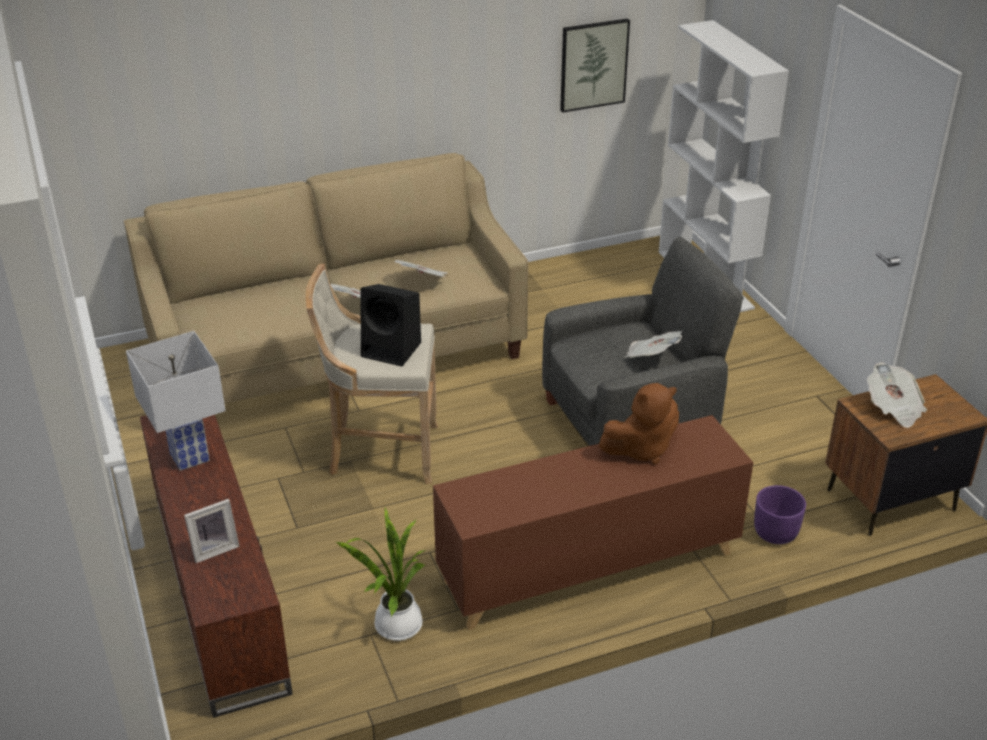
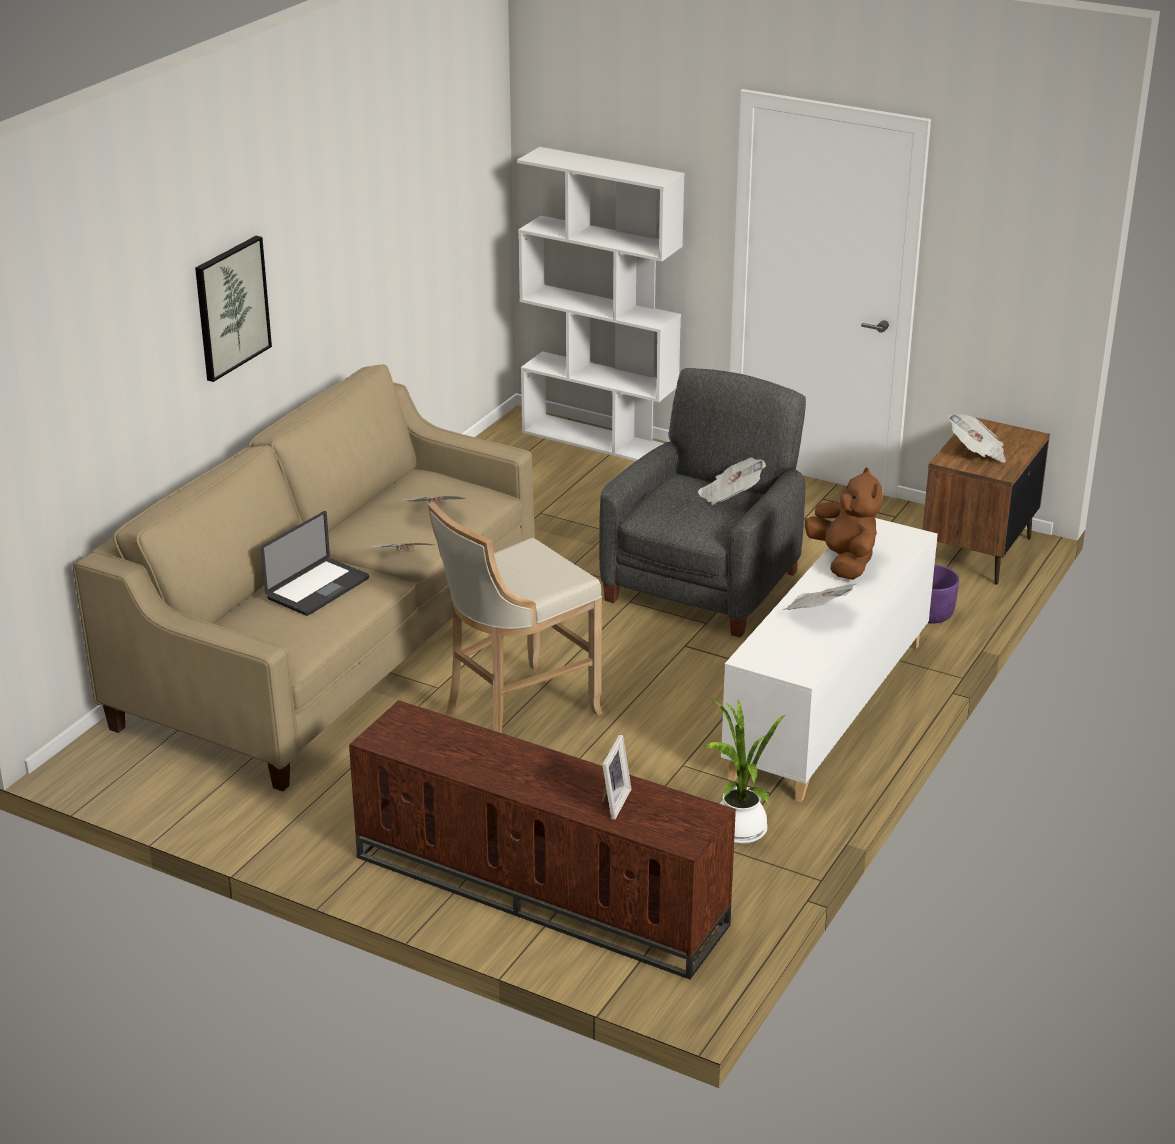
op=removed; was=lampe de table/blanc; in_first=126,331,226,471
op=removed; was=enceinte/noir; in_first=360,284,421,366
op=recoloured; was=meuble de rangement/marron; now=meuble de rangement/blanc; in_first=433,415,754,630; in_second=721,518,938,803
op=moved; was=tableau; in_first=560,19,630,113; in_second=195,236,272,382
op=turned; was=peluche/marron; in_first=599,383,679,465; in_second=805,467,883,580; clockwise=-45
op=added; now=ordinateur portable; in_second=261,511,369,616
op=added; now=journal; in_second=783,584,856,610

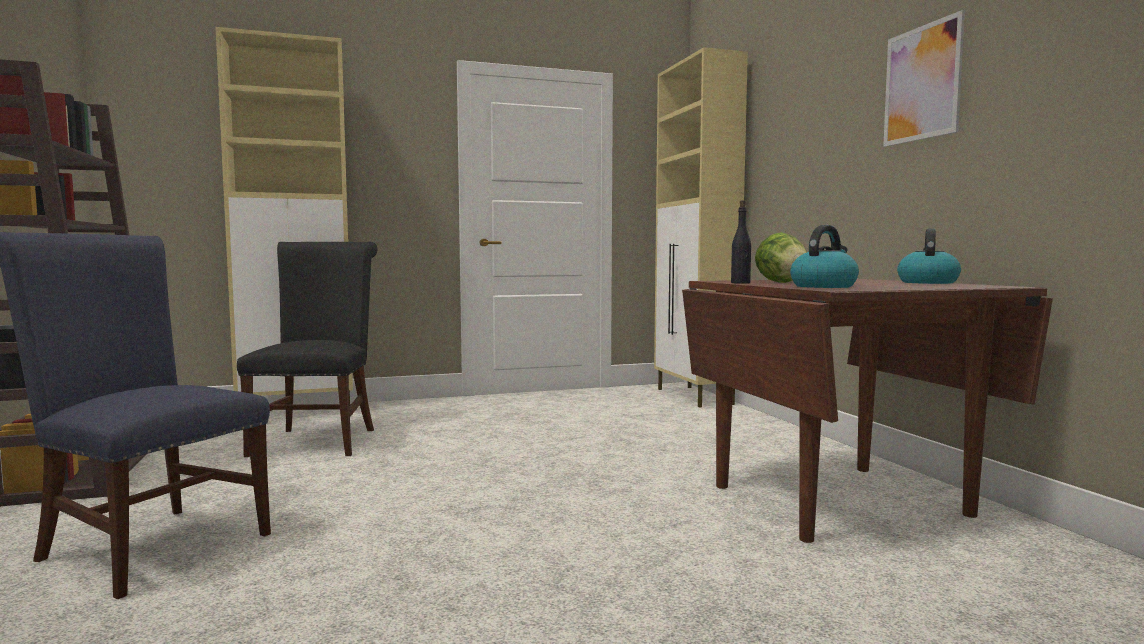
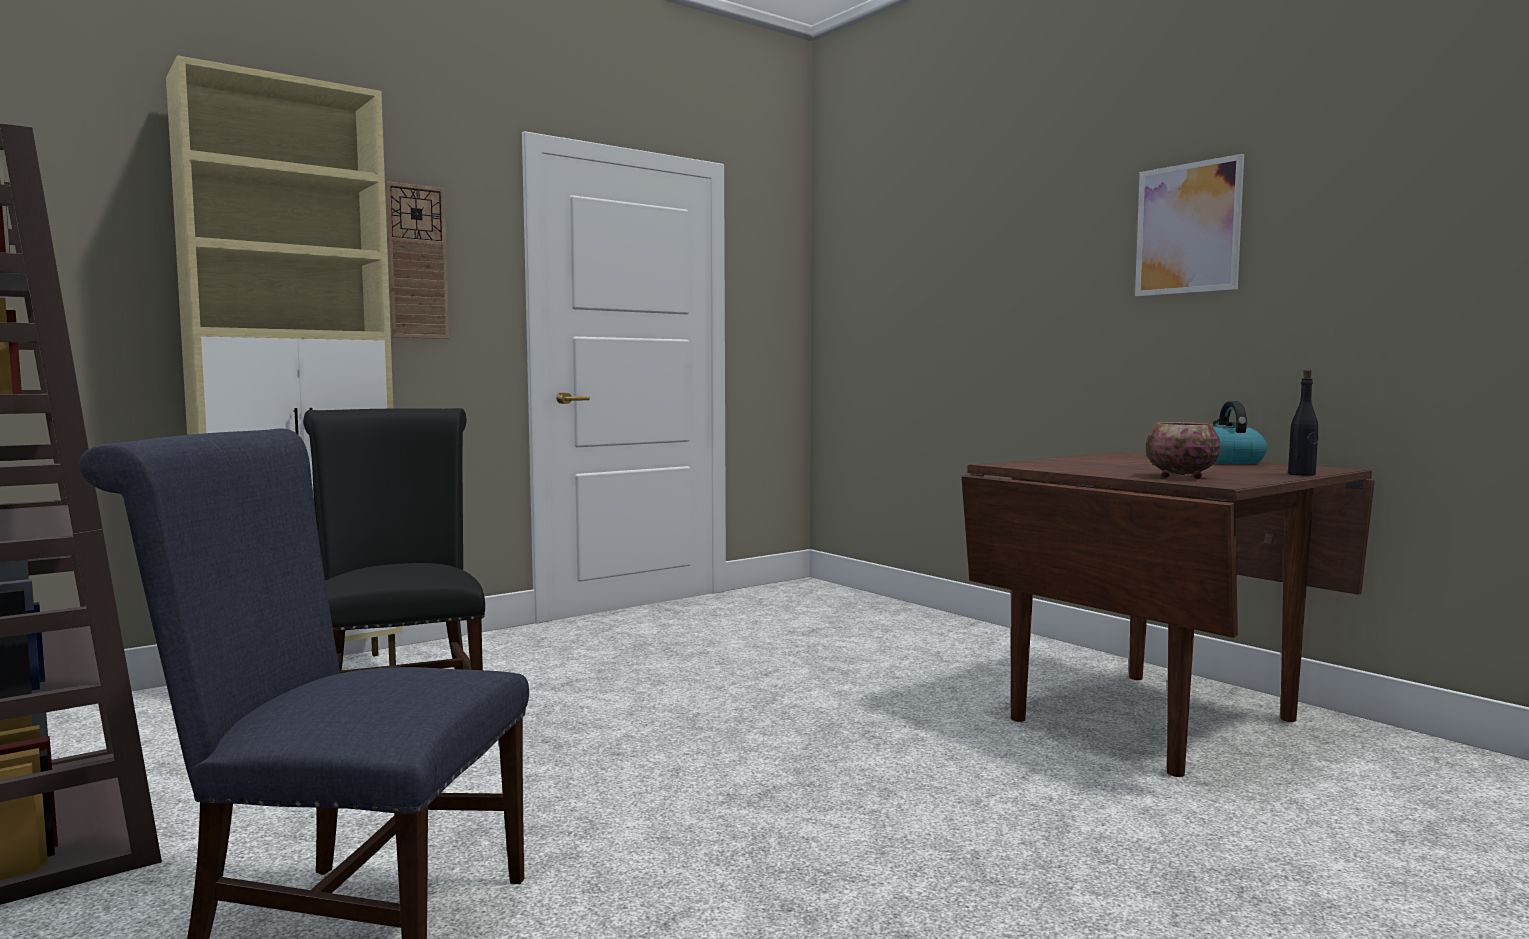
op=removed; was=meuble de rangement/beige; in_first=654,47,748,407
op=moved; was=bouteille/noir; in_first=731,200,751,284; in_second=1288,369,1318,476
op=removed; was=laitue; in_first=755,232,807,283
op=replaced; was=bouilloire; now=bol; in_first=790,225,859,288; in_second=1145,422,1221,479
op=added; now=horloge murale; in_second=386,181,449,339

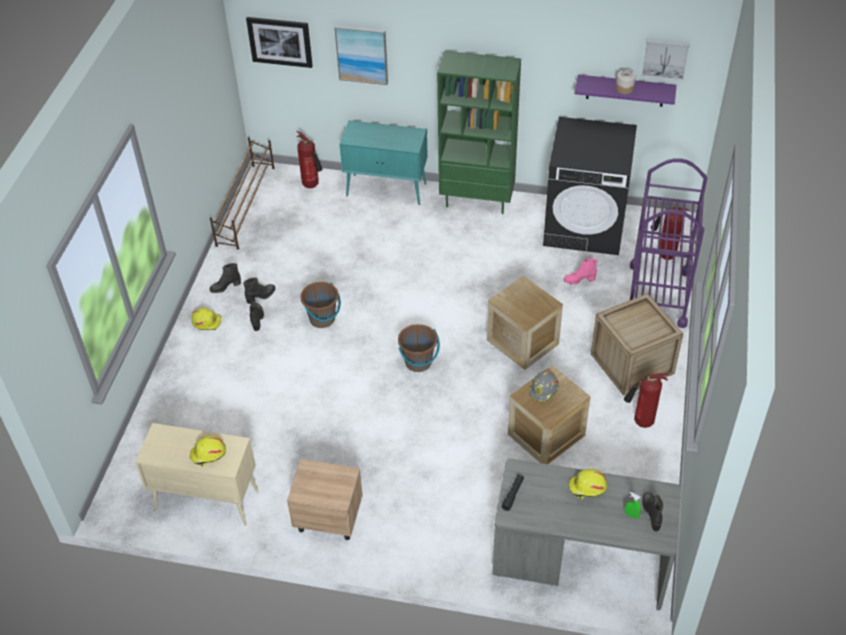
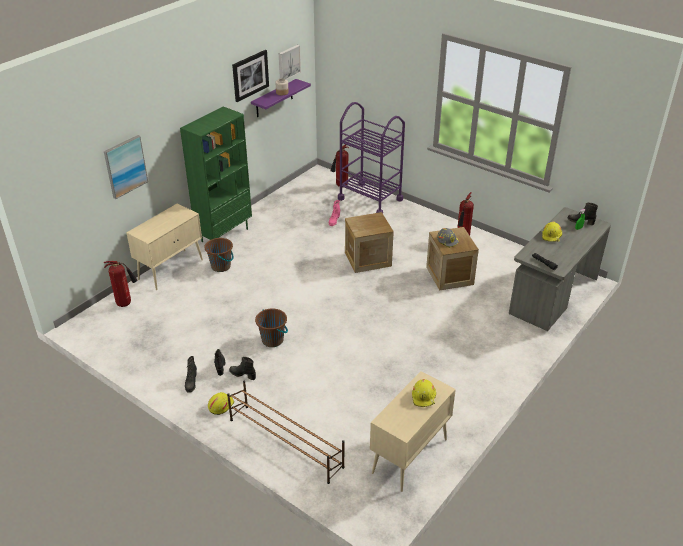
op=moved; was=étagère à chaussures/marron; in_first=210,138,275,250; in_second=227,380,345,484
op=moved; was=tableau; in_first=246,17,313,68; in_second=232,50,269,102
op=removed; was=table de chevet/beige; in_first=287,459,363,540
op=recoloured; was=meuble de rangement/turquoise; now=meuble de rangement/beige; in_first=339,120,428,205; in_second=126,203,203,290
op=moved; was=seau/marron; in_first=398,324,440,372; in_second=204,237,234,272
op=removed; was=lave-linge/noir; in_first=543,117,637,255
op=removed; was=caisse; in_first=591,293,683,396

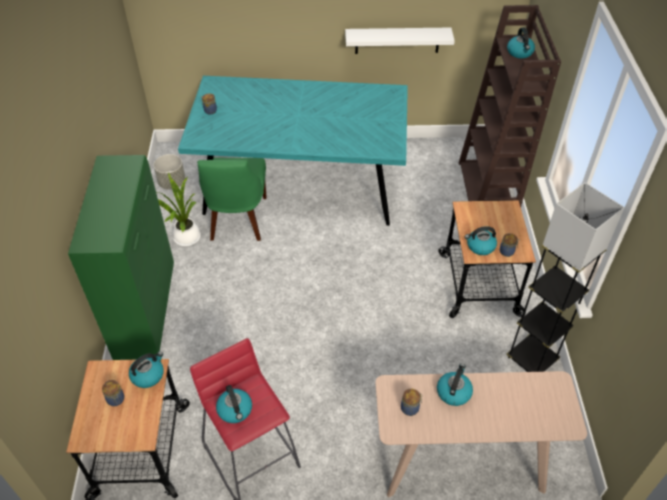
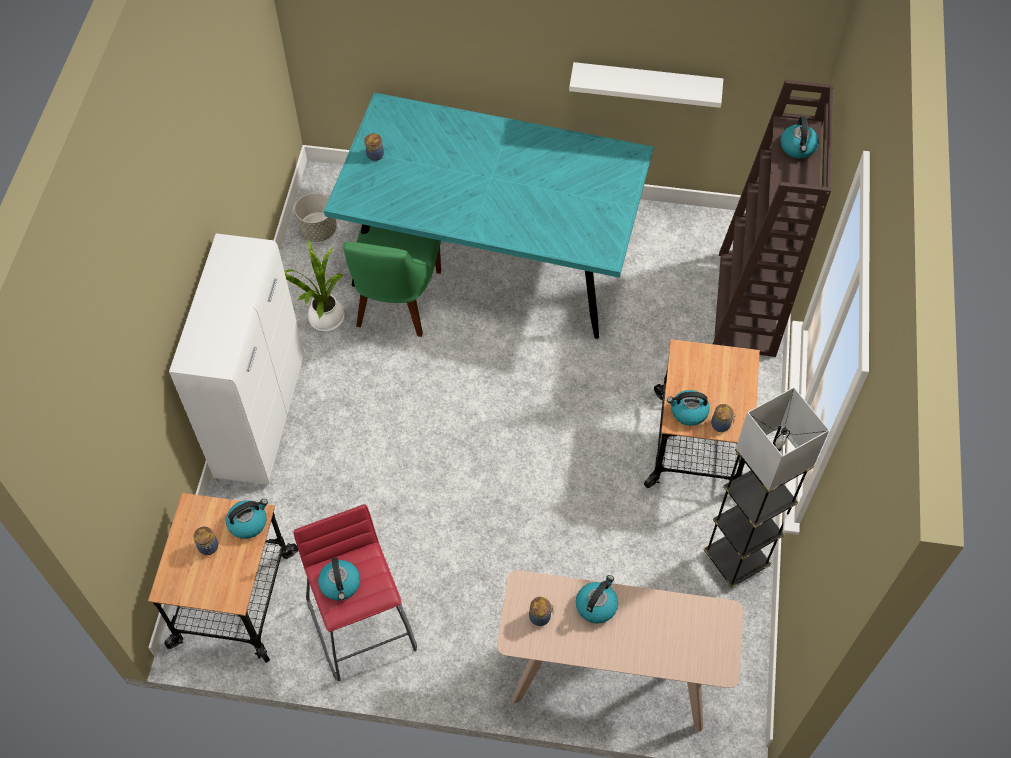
op=recoloured; was=meuble de rangement/vert; now=meuble de rangement/blanc; in_first=68,155,174,360; in_second=169,233,304,485

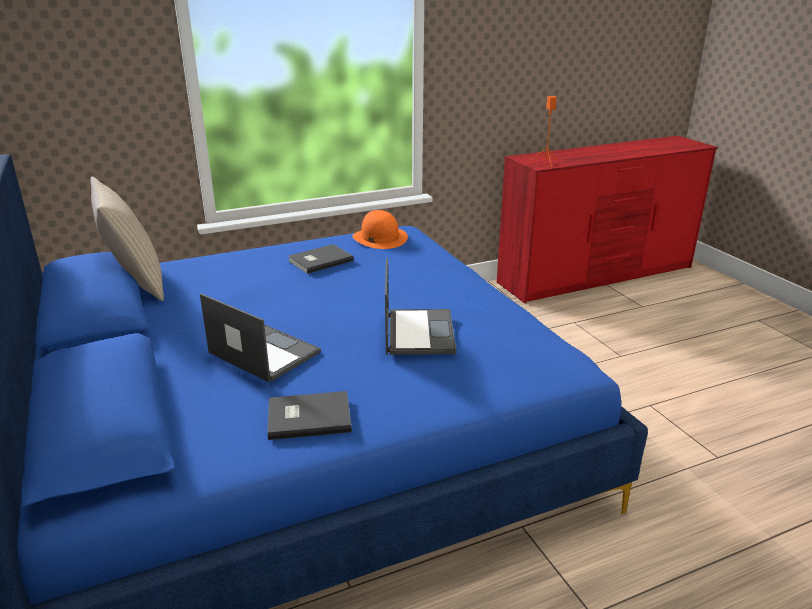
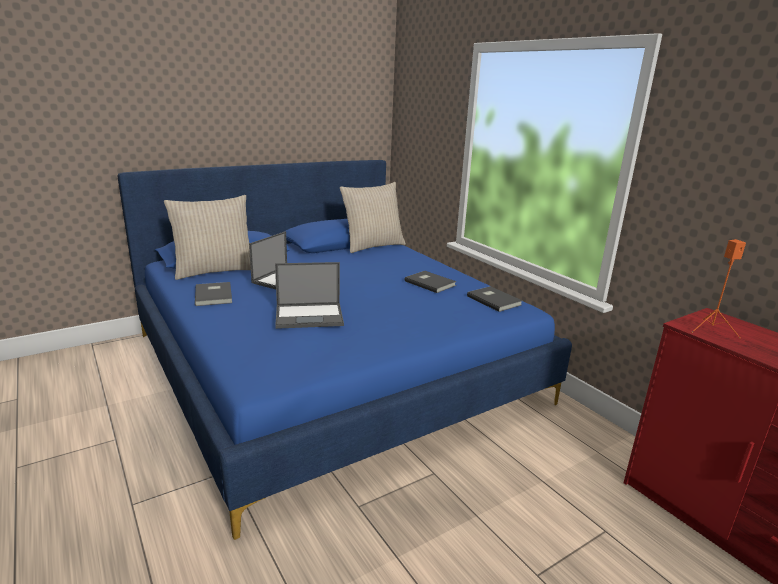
op=replaced; was=chapeau/orange; now=livre/gris; in_first=352,210,408,249; in_second=467,286,523,312
op=added; now=coussin/beige; in_second=164,195,251,280

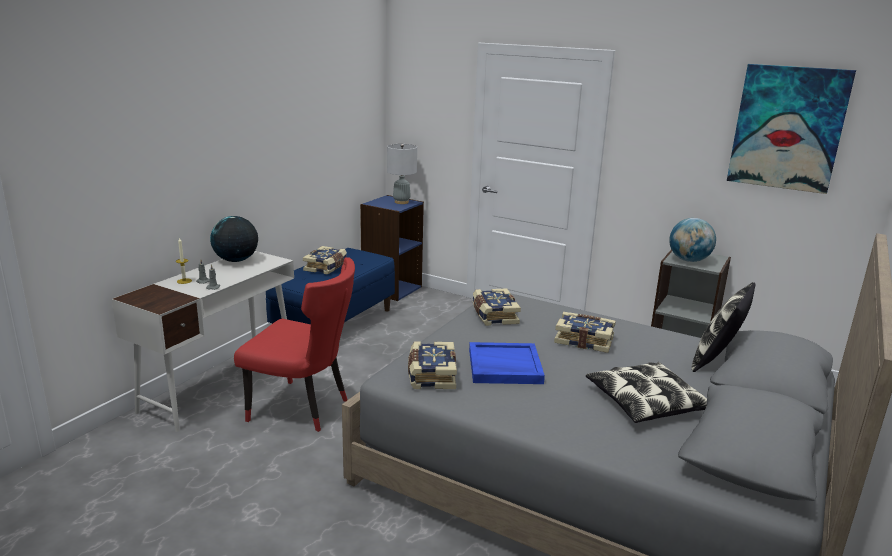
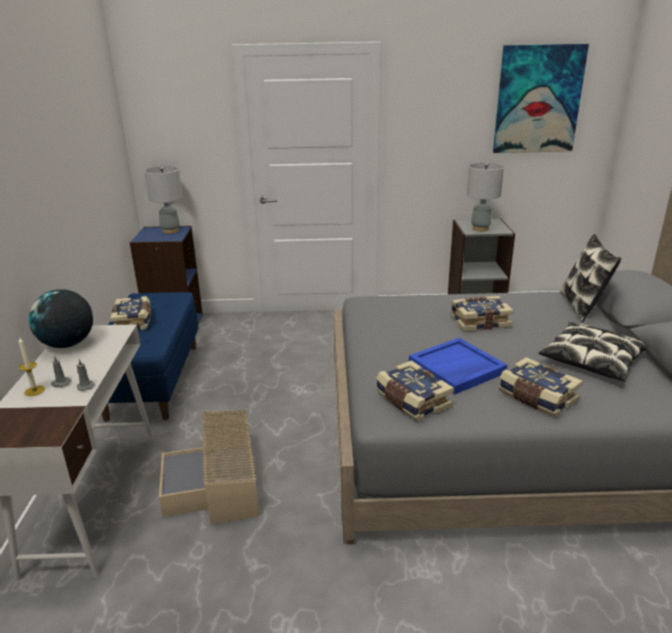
op=replaced; was=chaise/rouge; now=boîte de rangement/beige; in_first=234,257,355,432; in_second=159,410,259,525
op=moved; was=livre; in_first=473,288,521,326; in_second=499,357,583,417
op=replaced; was=globe; now=lampe de table/gris; in_first=669,218,716,262; in_second=467,163,504,231

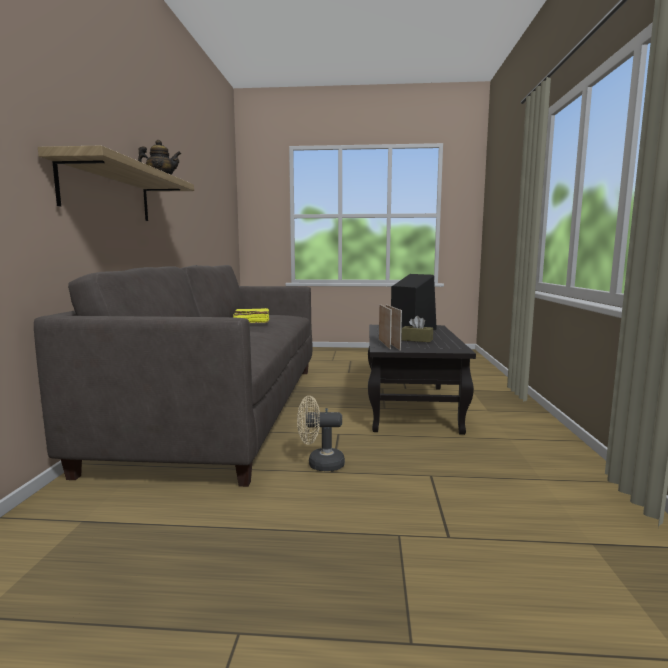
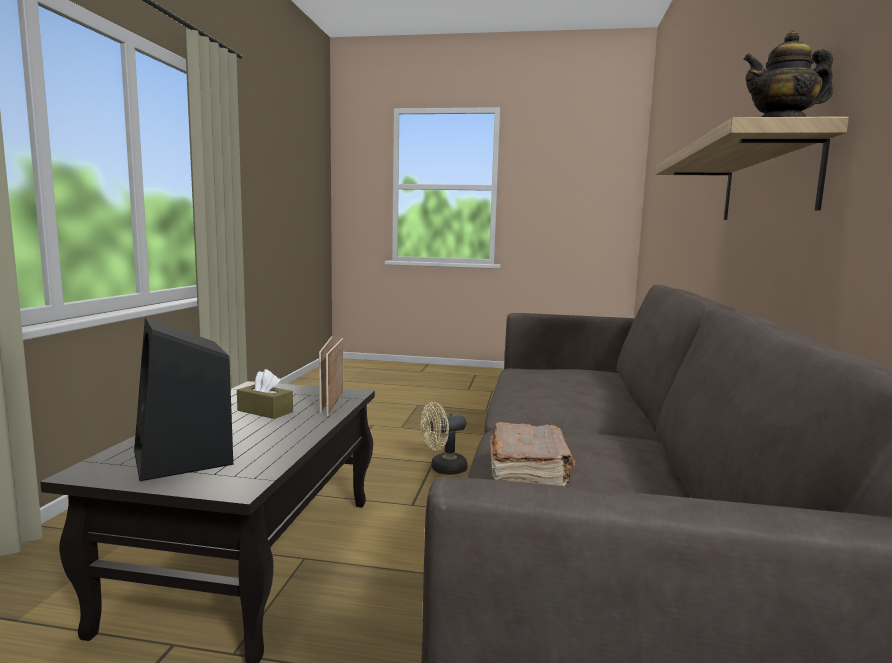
op=removed; was=livre/jaune; in_first=233,308,269,323
op=turned; was=ventilateur/beige; in_first=297,396,345,471; in_second=420,402,468,475; clockwise=150
op=added; now=livre/marron; in_second=490,422,575,487

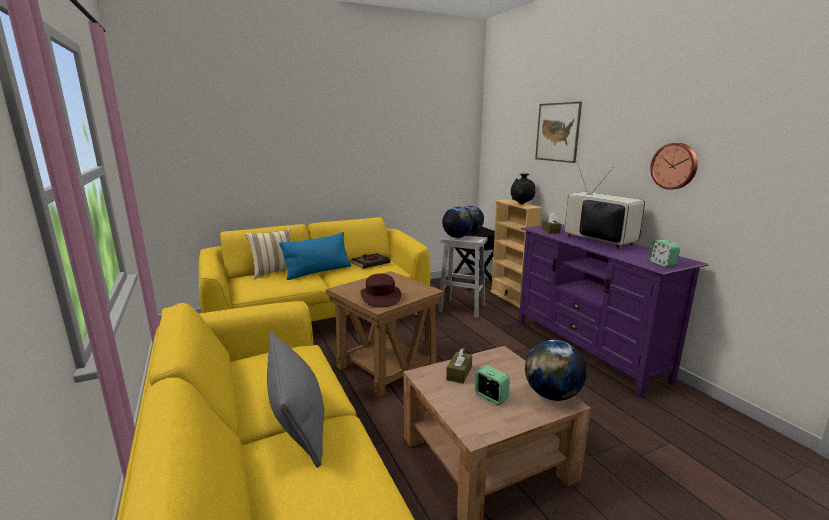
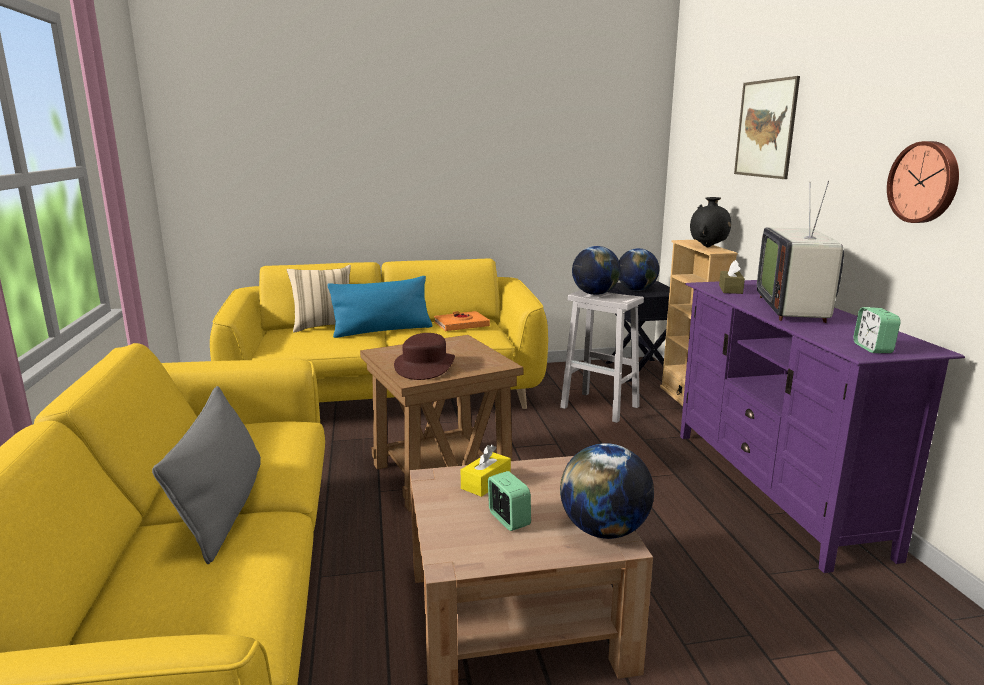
op=recoloured; was=livre/noir; now=livre/orange; in_first=351,253,390,269; in_second=434,311,490,331
op=recoloured; was=boîte à mouchoirs/marron; now=boîte à mouchoirs/jaune; in_first=446,348,472,384; in_second=461,445,511,497
op=turned; was=téléviseur; in_first=564,160,645,249; in_second=757,181,844,323; clockwise=-150

